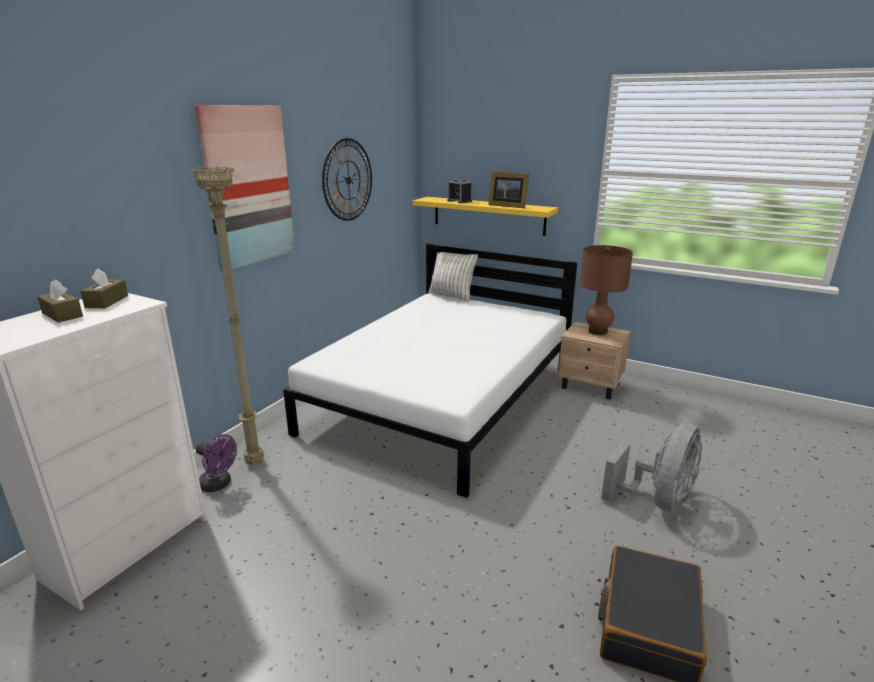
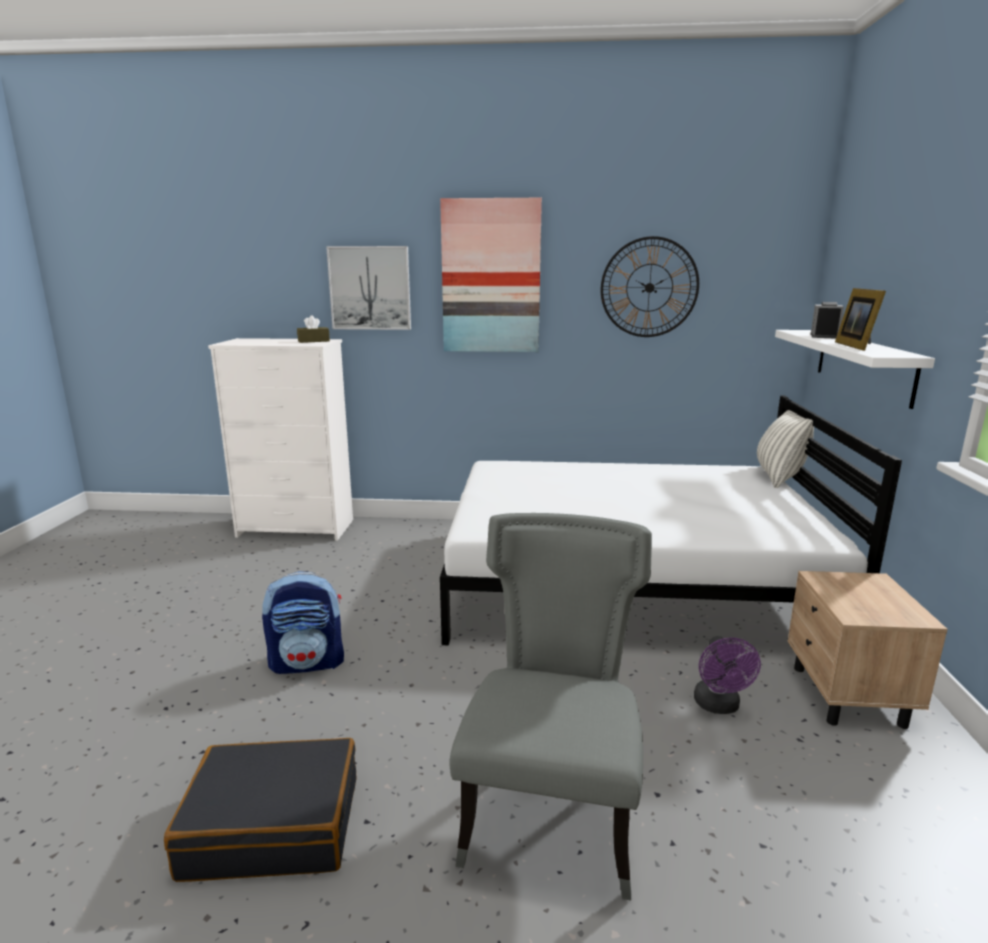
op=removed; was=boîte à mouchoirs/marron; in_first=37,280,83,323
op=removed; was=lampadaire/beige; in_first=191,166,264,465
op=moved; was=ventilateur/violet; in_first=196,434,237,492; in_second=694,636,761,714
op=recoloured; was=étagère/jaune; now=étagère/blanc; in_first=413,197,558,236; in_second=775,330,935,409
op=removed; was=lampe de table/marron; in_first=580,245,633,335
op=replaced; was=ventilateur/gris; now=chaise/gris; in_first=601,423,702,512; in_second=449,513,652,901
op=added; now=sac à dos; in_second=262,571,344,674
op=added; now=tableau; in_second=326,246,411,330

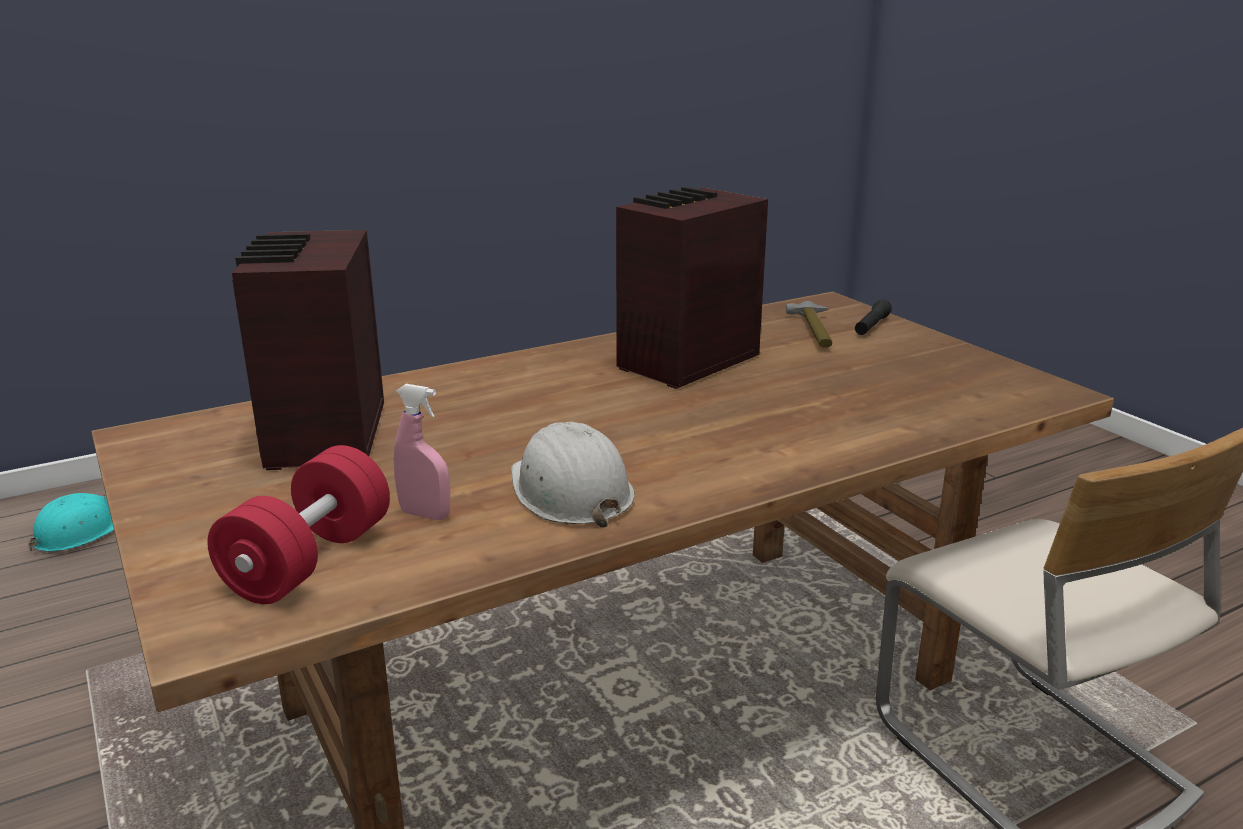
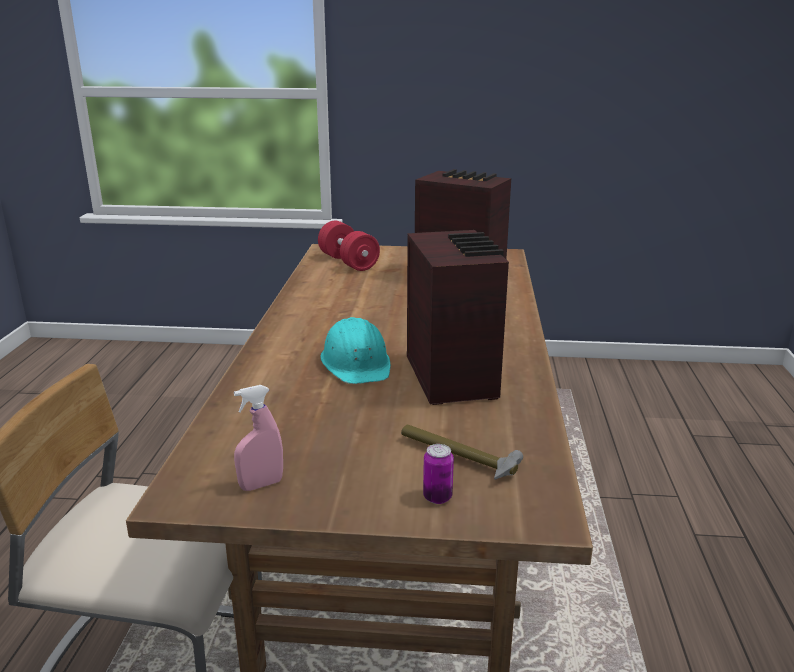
op=moved; was=casque de chantier/turquoise; in_first=28,493,114,552; in_second=321,317,391,384
op=moved; was=vaporisateur/rose; in_first=394,384,450,520; in_second=234,385,283,491
op=removed; was=casque de chantier/blanc; in_first=511,422,635,528
op=replaced; was=lampe de poche/noir; now=boîte métallique; in_first=855,299,892,335; in_second=423,444,454,504

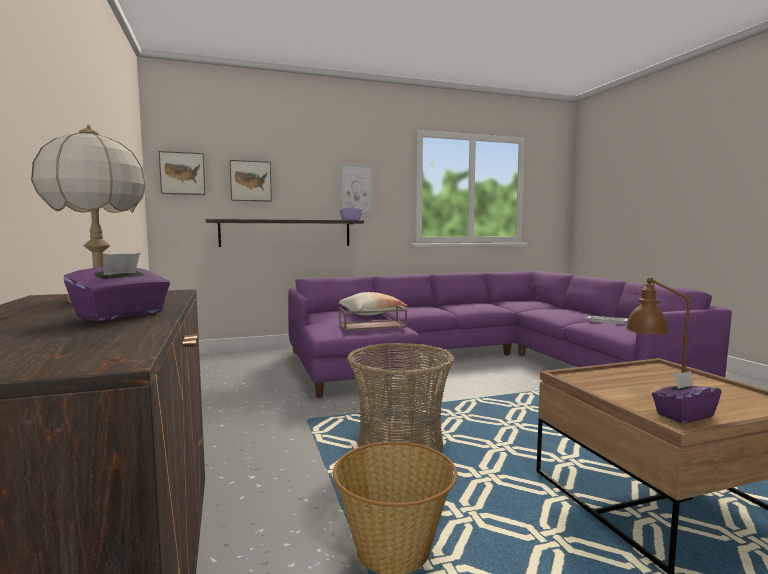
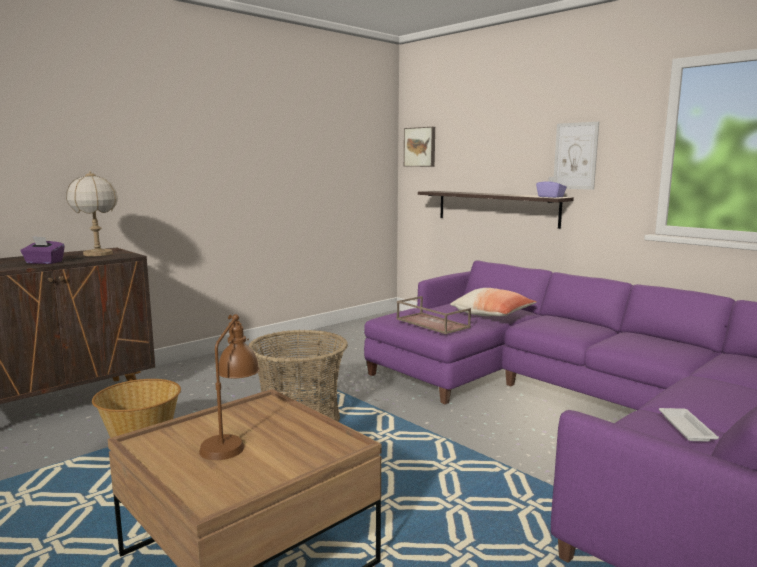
op=removed; was=tableau; in_first=230,160,272,201
op=removed; was=boîte à mouchoirs/violet; in_first=652,371,721,423

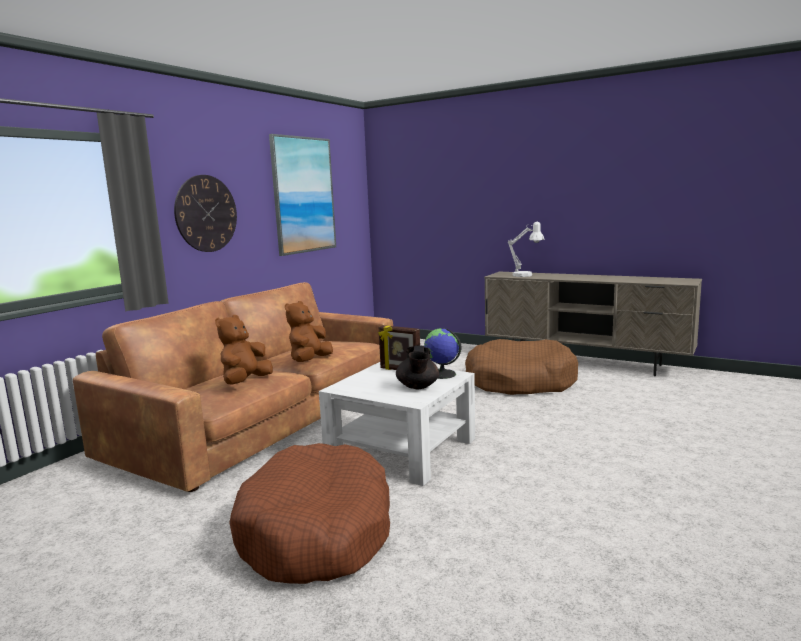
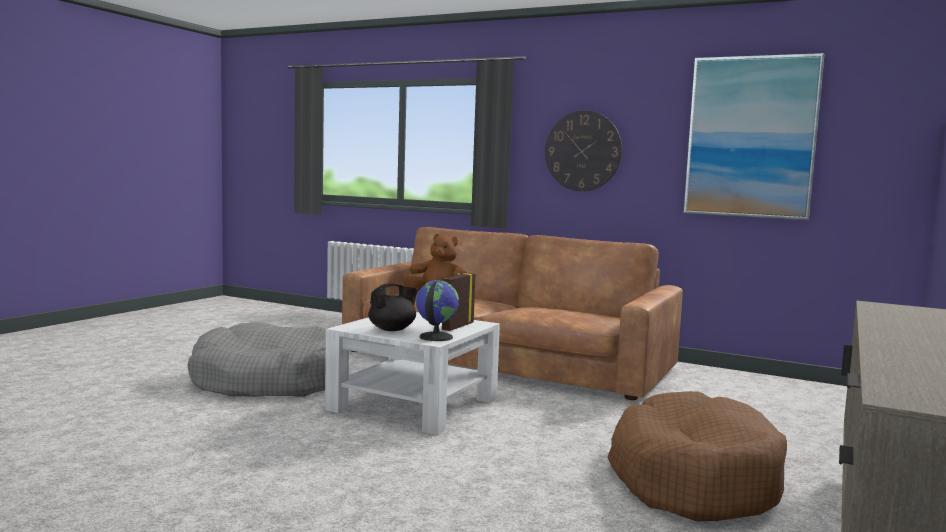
op=recoloured; was=panier pour chien/marron; now=panier pour chien/gris; in_first=229,443,390,584; in_second=188,322,328,397
op=removed; was=peluche/marron; in_first=285,301,333,362
op=turned; was=théière/noir; in_first=396,346,439,389; in_second=368,283,419,331; clockwise=150
op=removed; was=lampe de table/blanc; in_first=508,222,544,277

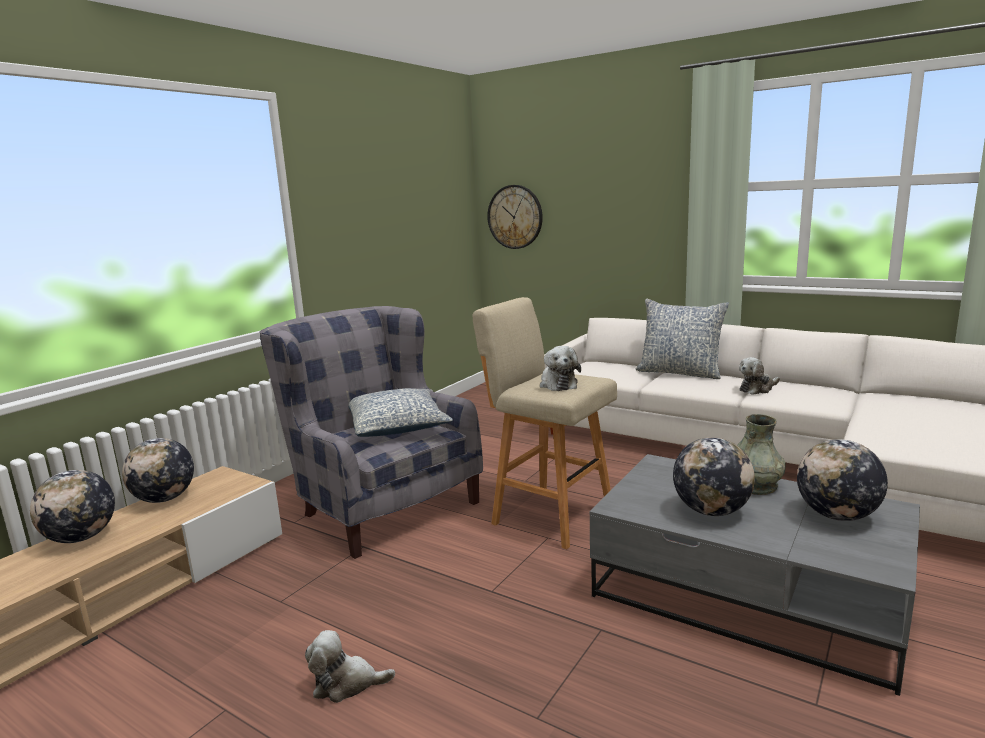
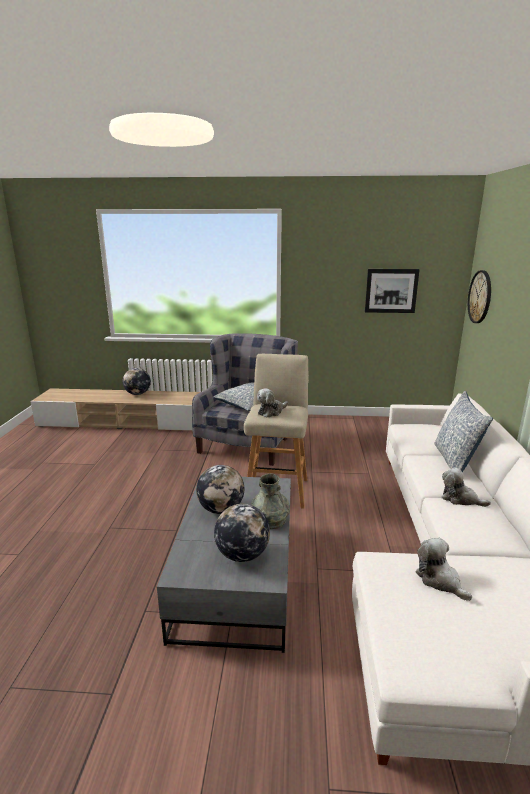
op=removed; was=globe; in_first=122,438,194,503
op=moved; was=peluche; in_first=305,630,395,703; in_second=416,538,472,601
op=added; now=tableau; in_second=365,269,420,313

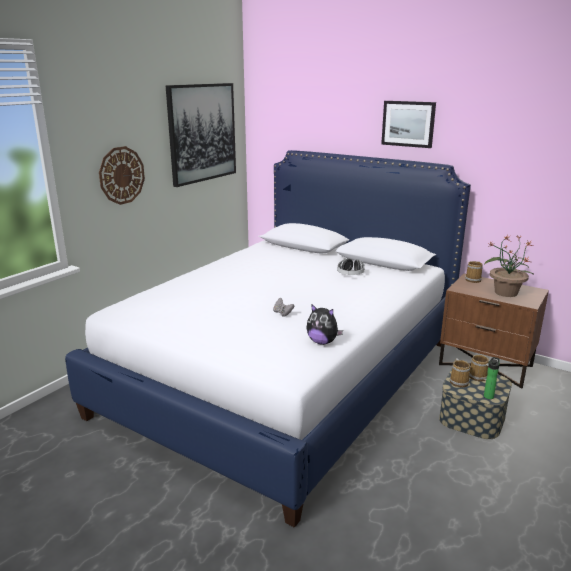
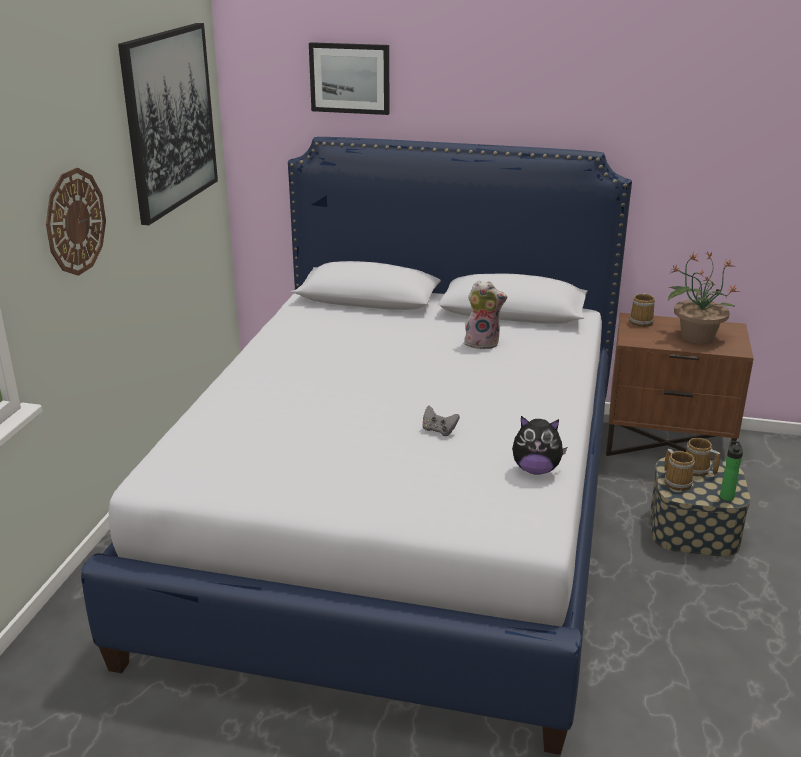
op=replaced; was=casque audio; now=peluche; in_first=337,258,365,275; in_second=464,281,507,349
op=moved; was=tableau; in_first=381,101,436,148; in_second=309,42,390,115

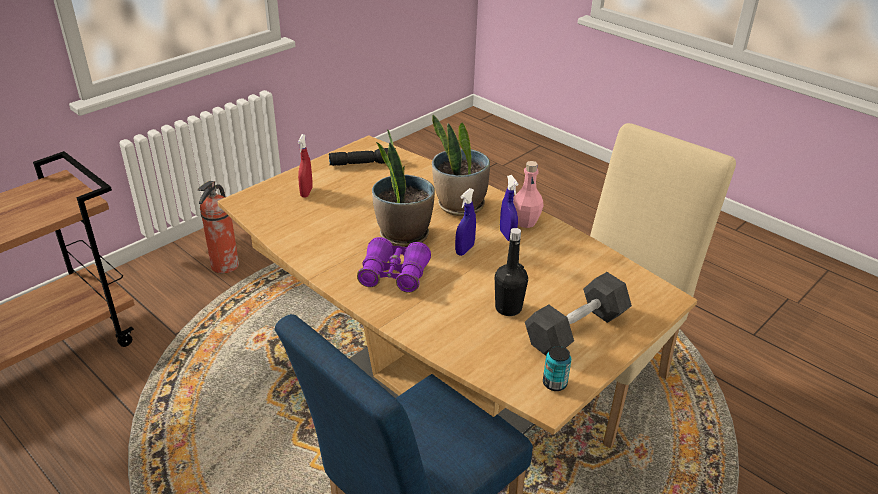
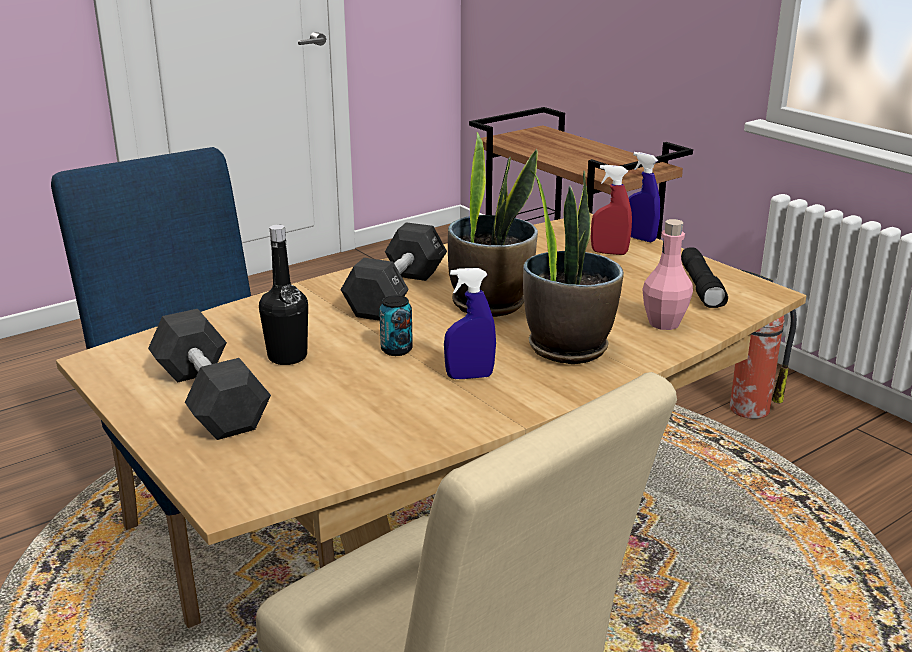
op=replaced; was=jumelles/violet; now=haltère/noir; in_first=357,237,431,293; in_second=341,222,447,321
op=moved; was=vaporisateur/bleu; in_first=455,188,476,256; in_second=629,152,660,242
op=moved; was=bouteille/rose; in_first=513,161,544,228; in_second=642,219,693,330
op=moved; was=boîte métallique; in_first=543,346,571,391; in_second=379,295,413,356

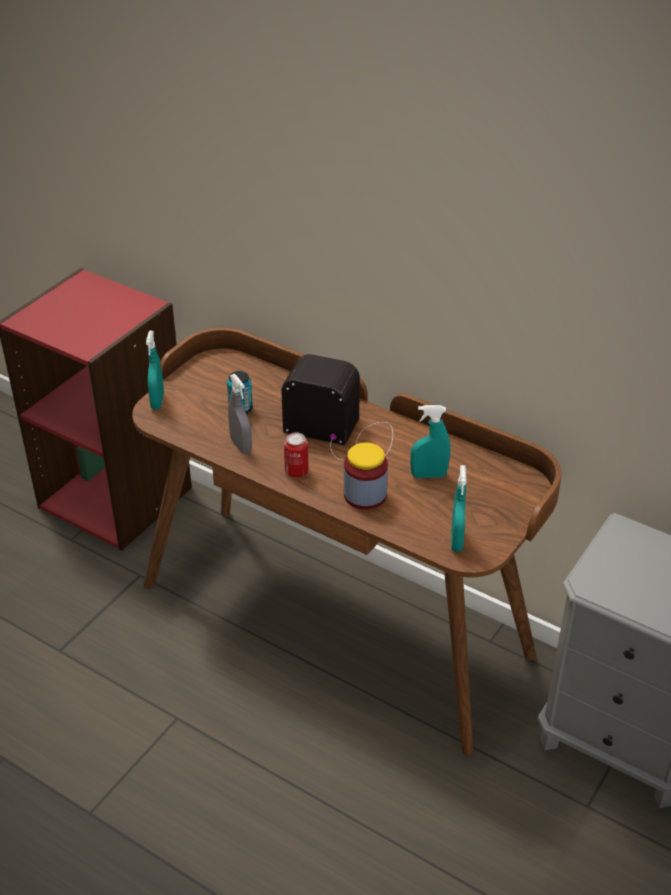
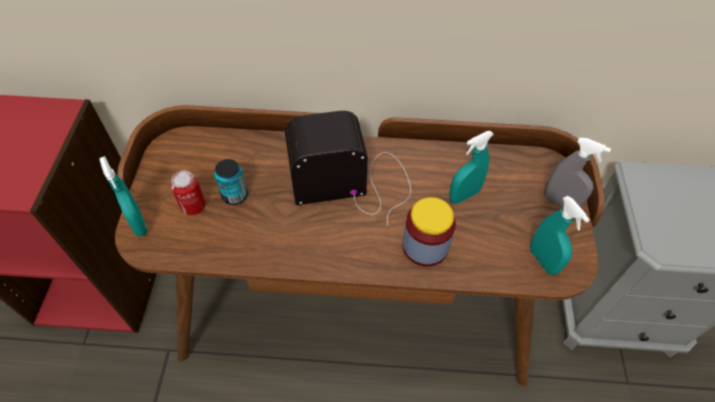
op=moved; was=vaporisateur/gris; in_first=228,374,252,454; in_second=544,138,611,208
op=moved; was=boîte métallique; in_first=284,432,309,478; in_second=171,170,206,215

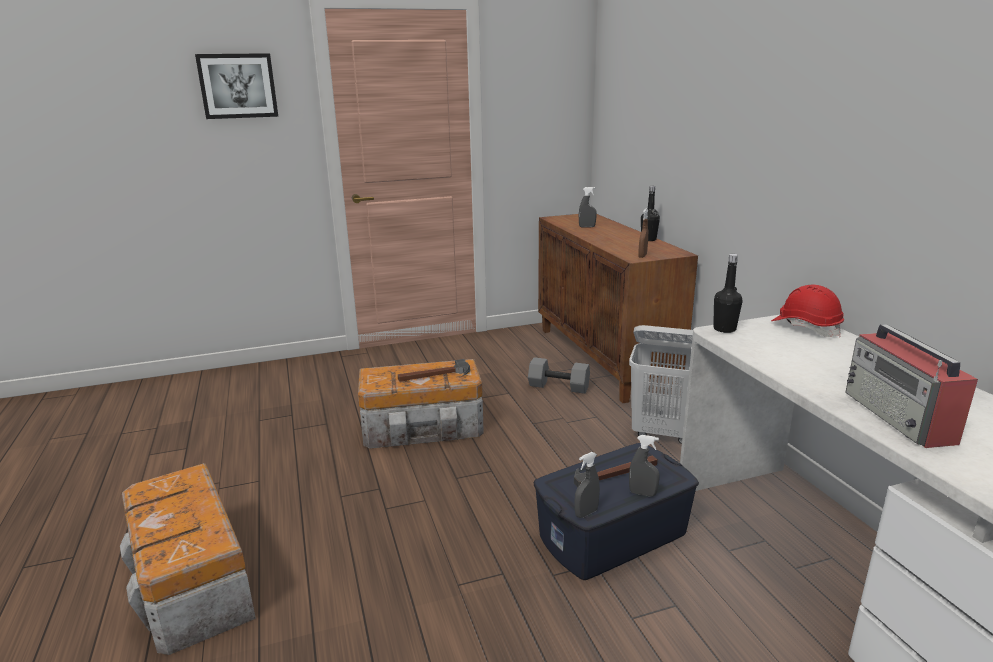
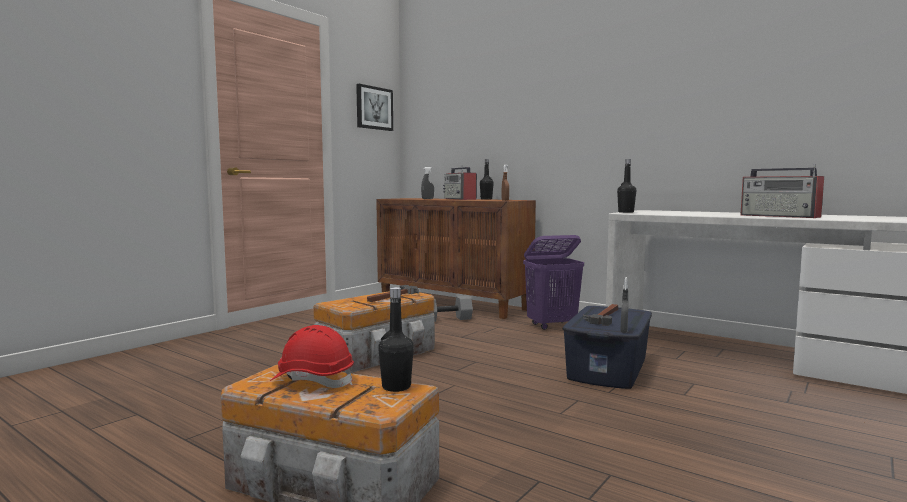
op=moved; was=tableau; in_first=195,53,278,119; in_second=356,84,393,131
op=recoloured; was=panier à linge/blanc; now=panier à linge/violet; in_first=629,325,693,444; in_second=523,235,584,330
op=removed; was=vaporisateur/gris; in_first=629,435,660,497
op=moved; was=casque de chantier/rouge; in_first=771,284,844,337; in_second=270,325,354,388
op=added; now=bouteille/noir; in_second=378,287,414,392
op=added; now=radio; in_second=443,165,477,200

